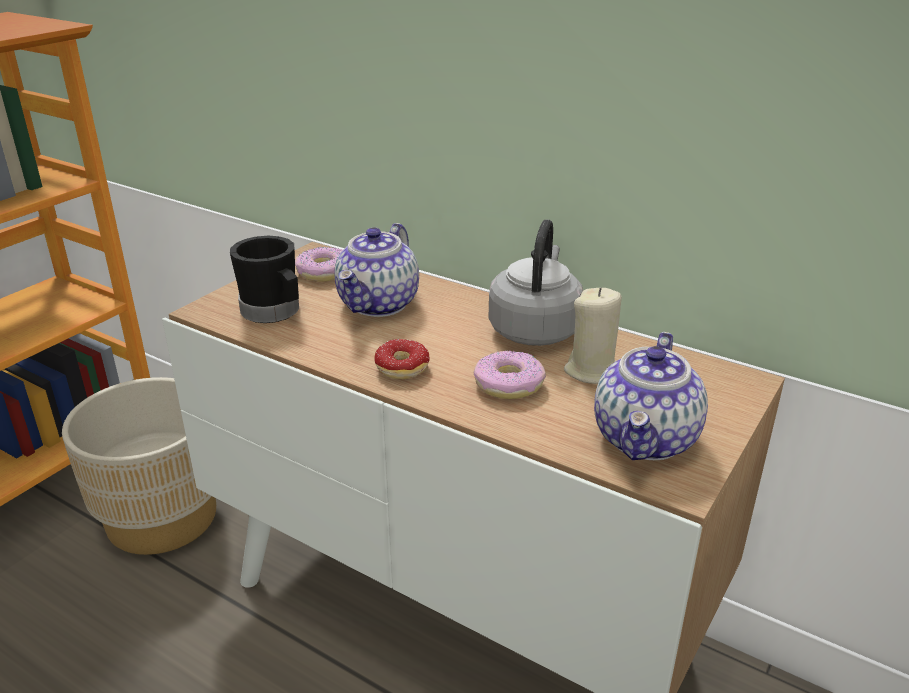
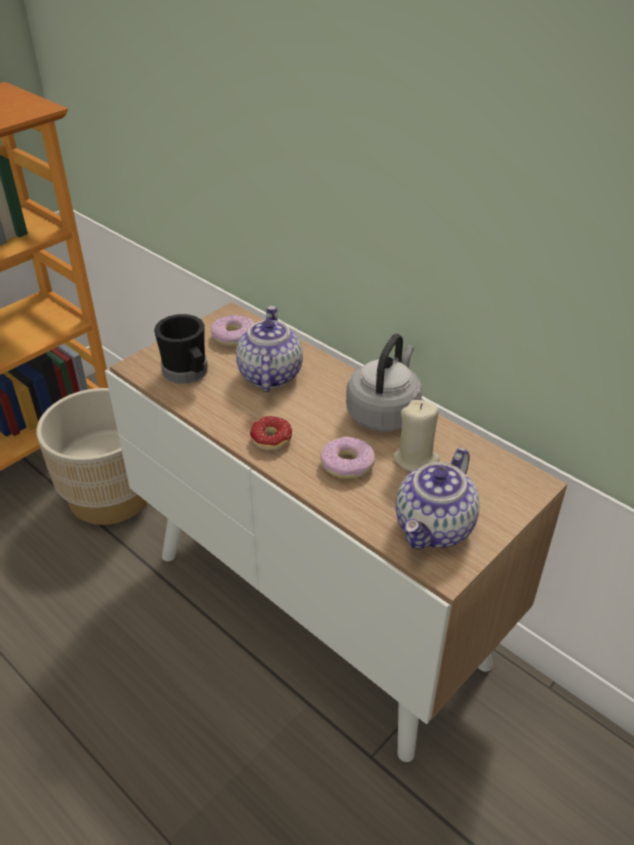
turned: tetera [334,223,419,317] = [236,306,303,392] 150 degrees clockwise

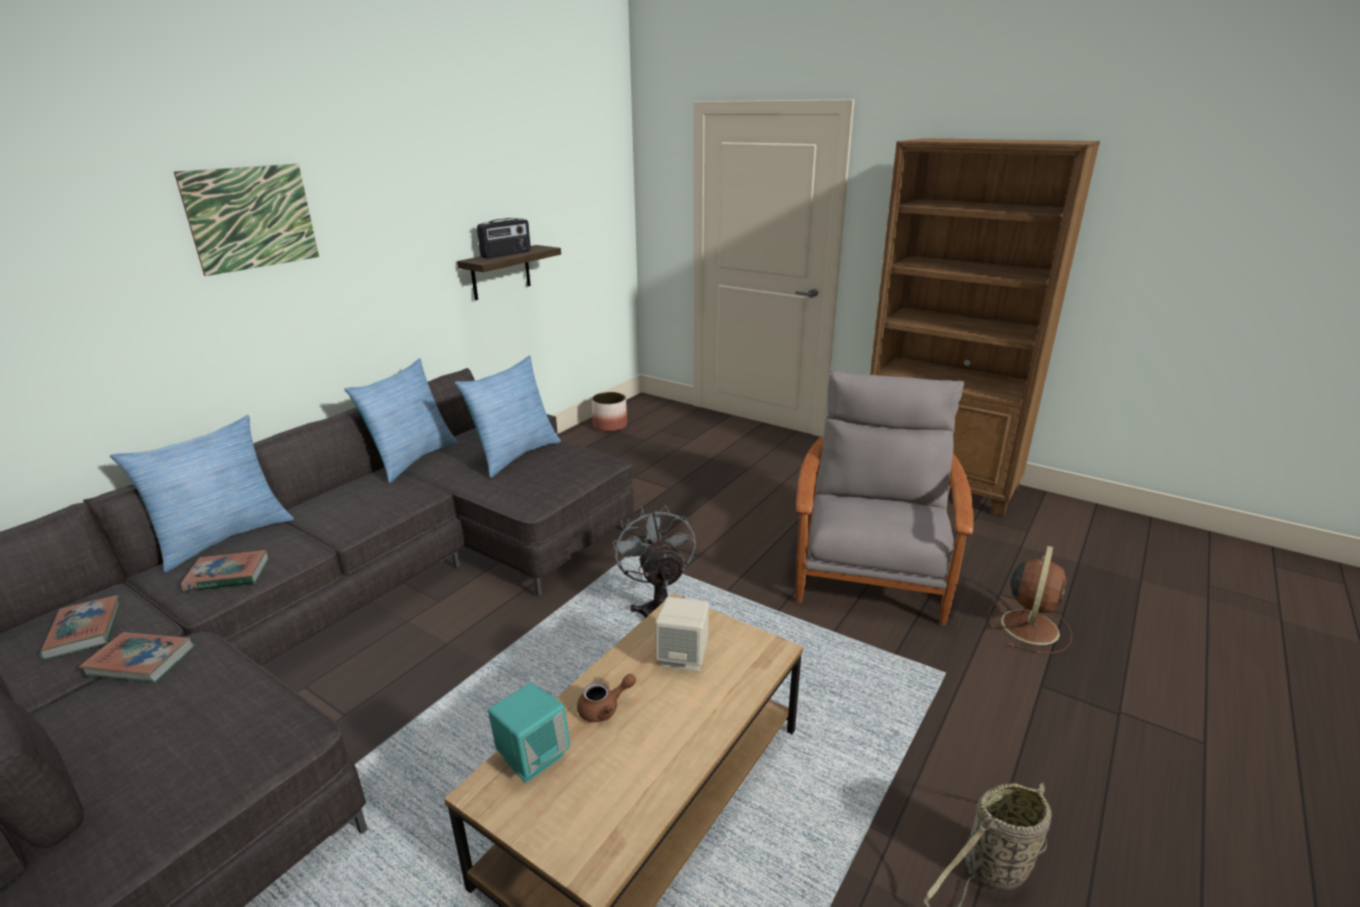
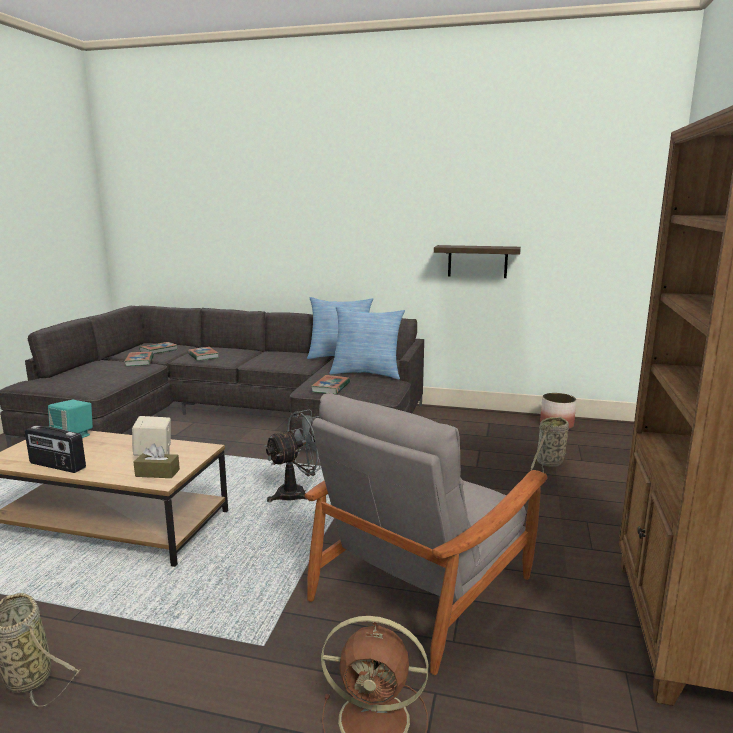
removed: cojín [110,415,294,573]; cuadro [174,164,319,276]; tetera (marrón) [577,674,636,722]
added: caja de pañuelos (marrón) [134,444,180,478]; libro [311,375,350,394]; cesta [530,416,569,473]
moved: radio [477,218,531,259] to [25,425,86,473]
turned: sillón (gris) [796,371,974,626] = [304,393,547,675] 135 degrees clockwise

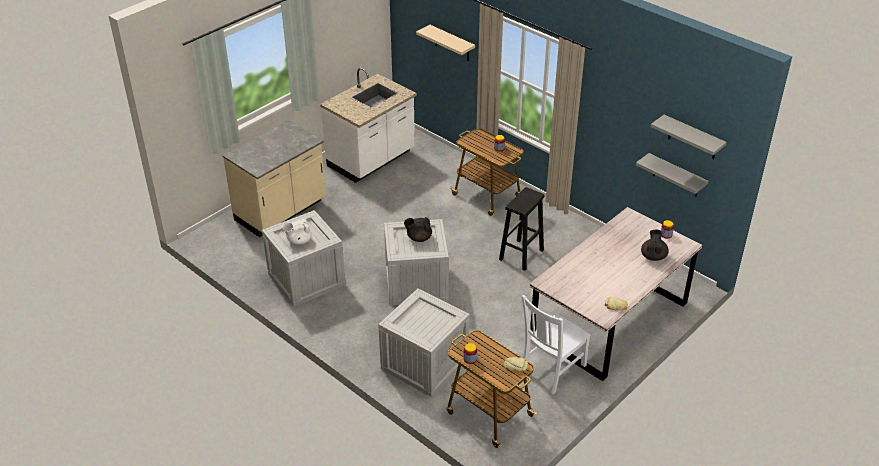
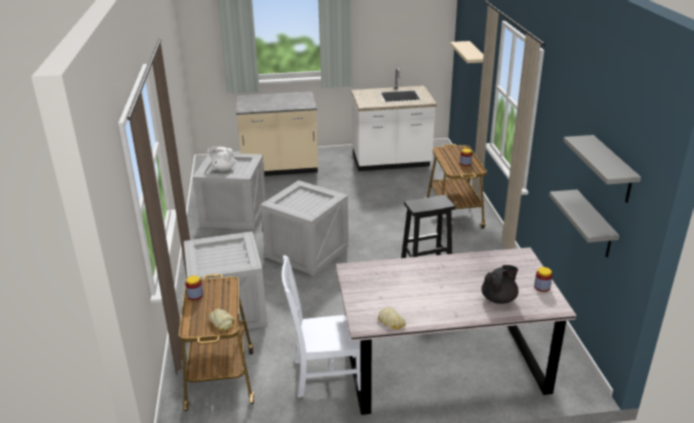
removed: tetera (negro) [404,217,432,242]

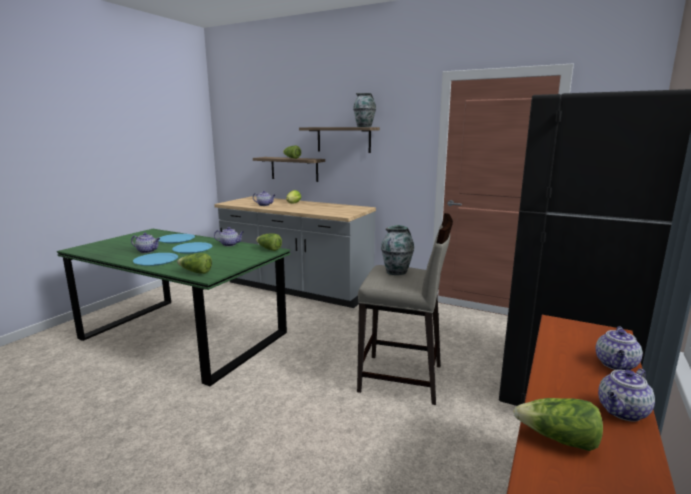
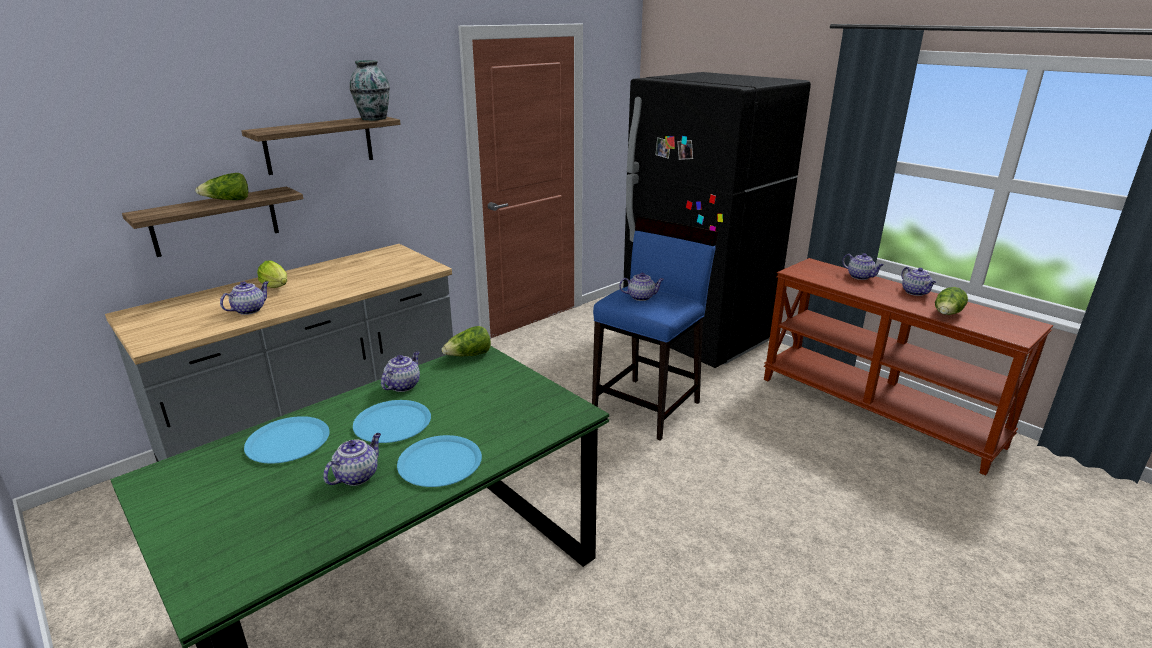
removed: lechuga [177,253,212,274]
replaced: florero [381,225,414,275] to tetera [619,273,664,301]
recoloured: taburete (beis) [357,213,453,405] to taburete (azul) [592,217,718,441]

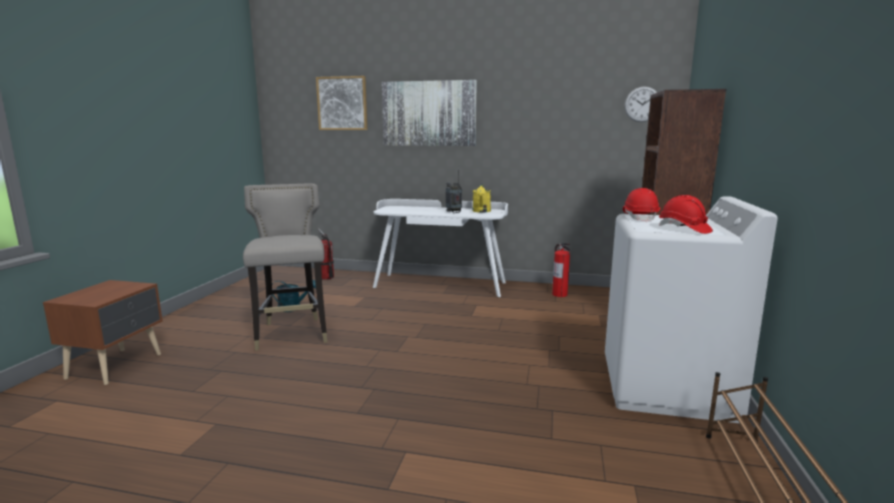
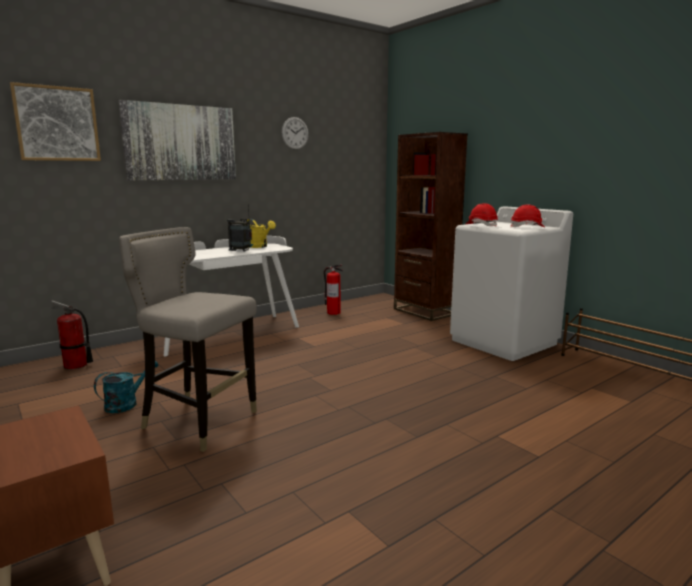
moved: reloj de pared [625,86,657,122] to [282,117,309,150]

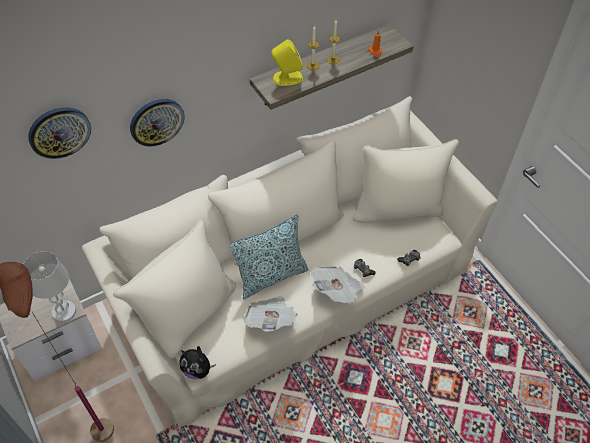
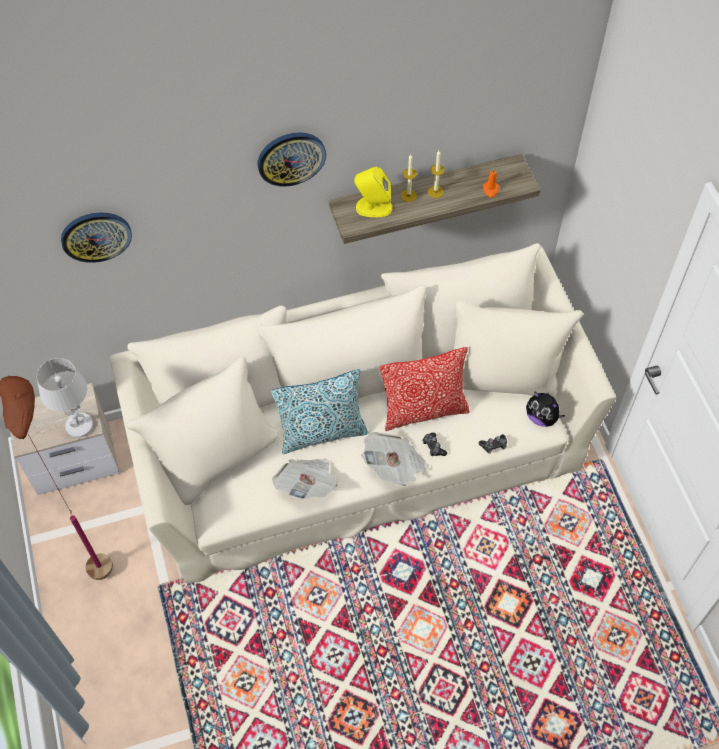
added: cojín [380,347,470,431]
moved: reloj de pared [130,99,185,147] to [257,133,326,187]; peluche [179,346,216,379] to [526,392,565,427]

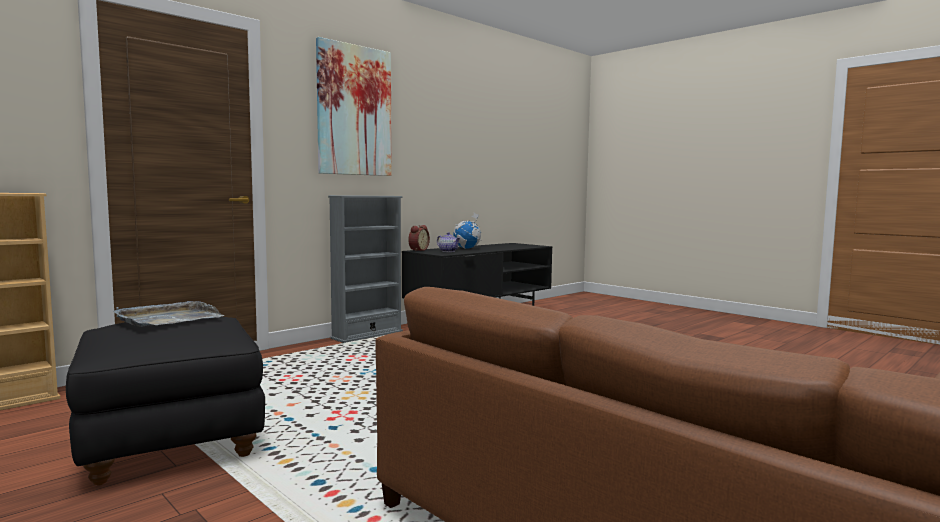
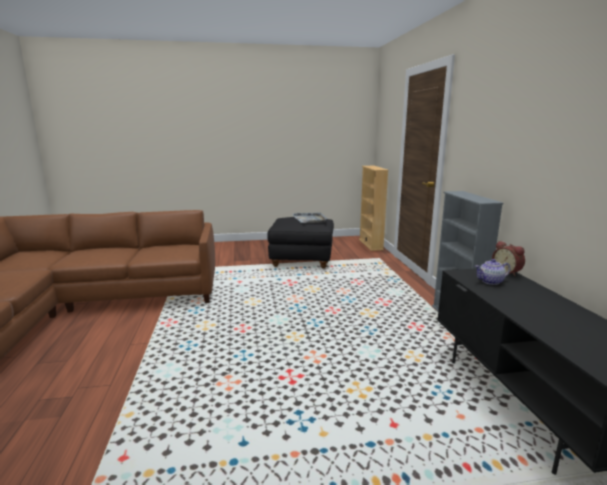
removed: cuadro [316,37,391,176]; globo terráqueo [453,212,482,249]

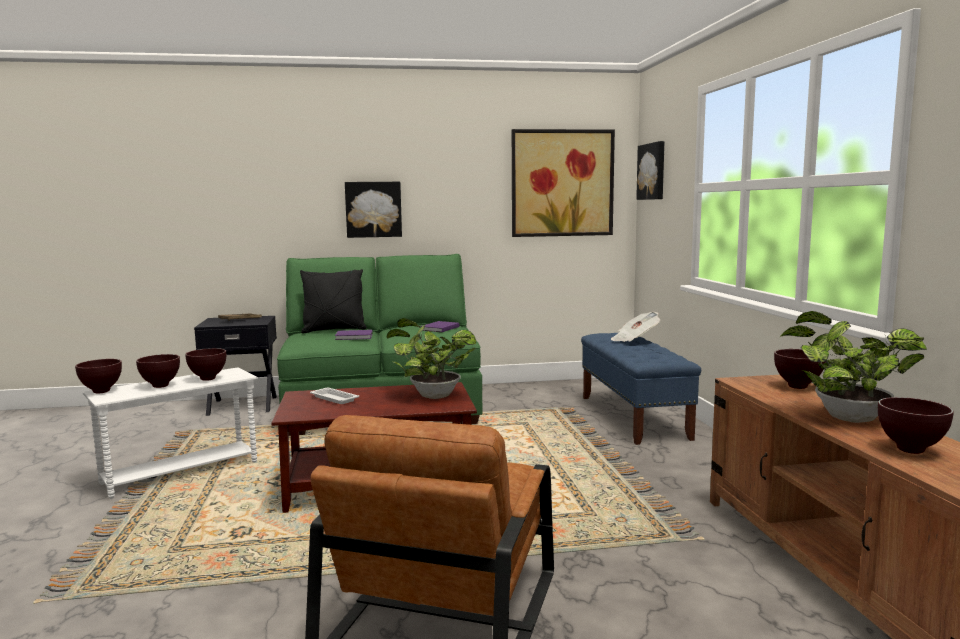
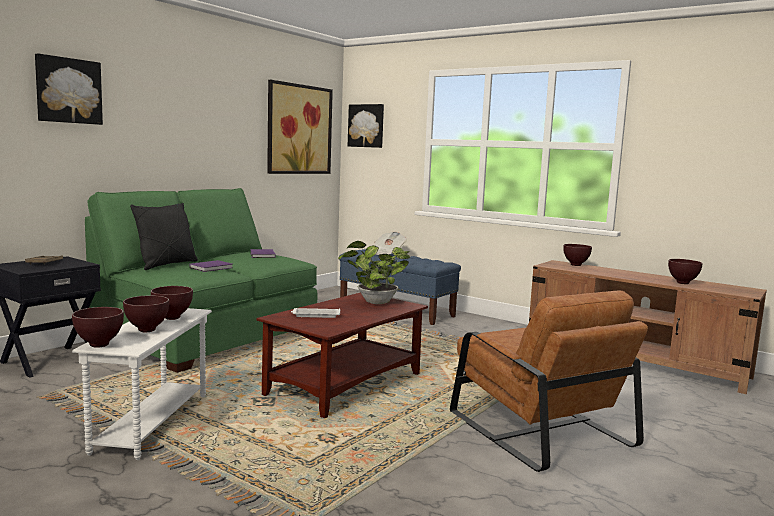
removed: planta en maceta [779,311,927,423]
moved: cuadro [345,182,402,238] to [35,53,103,125]

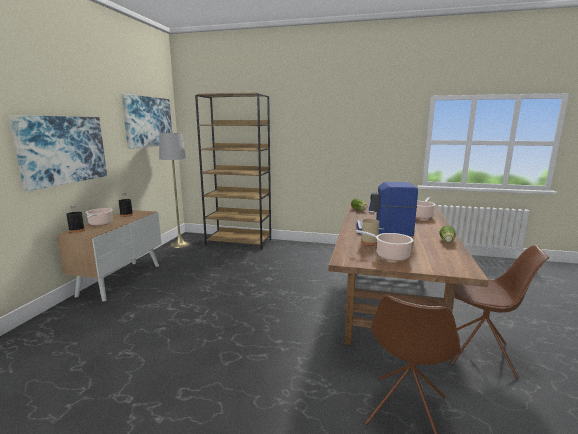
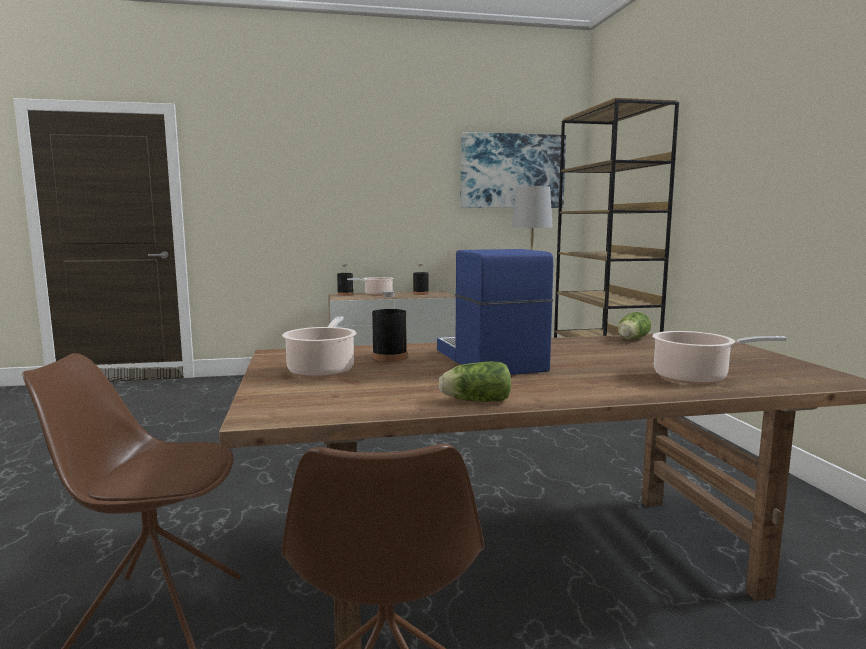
removed: cuadro [9,115,107,191]
recoloured: botella (beis) [361,211,379,246] to botella (negro) [372,291,407,362]

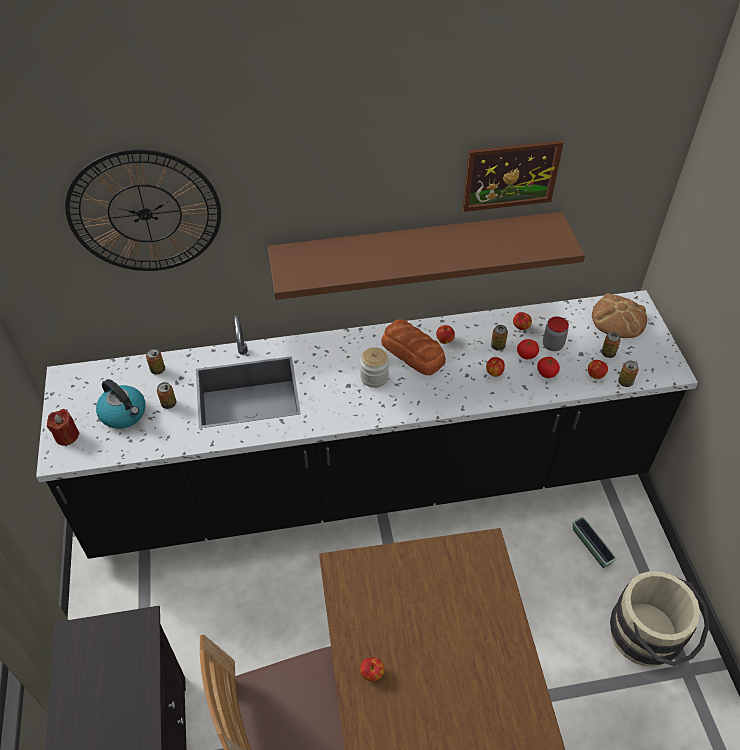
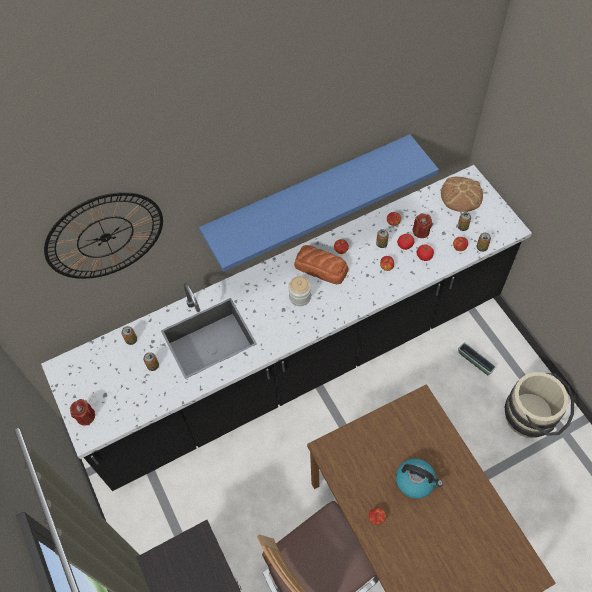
removed: cuadro [462,141,563,212]
moved: hervidor [96,379,146,429] to [396,459,443,499]
replaced: tarro [543,316,569,351] to vela (rojo) [412,213,433,238]
recoloured: estante (marrón) [268,212,585,300] to estante (azul) [199,134,439,272]

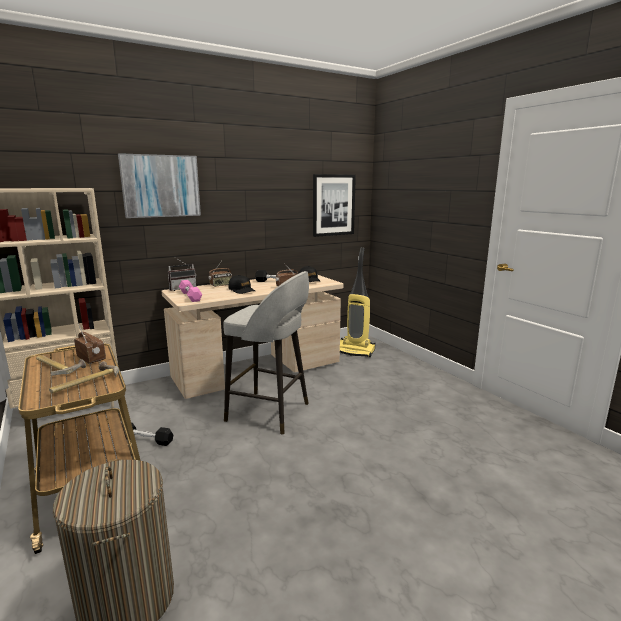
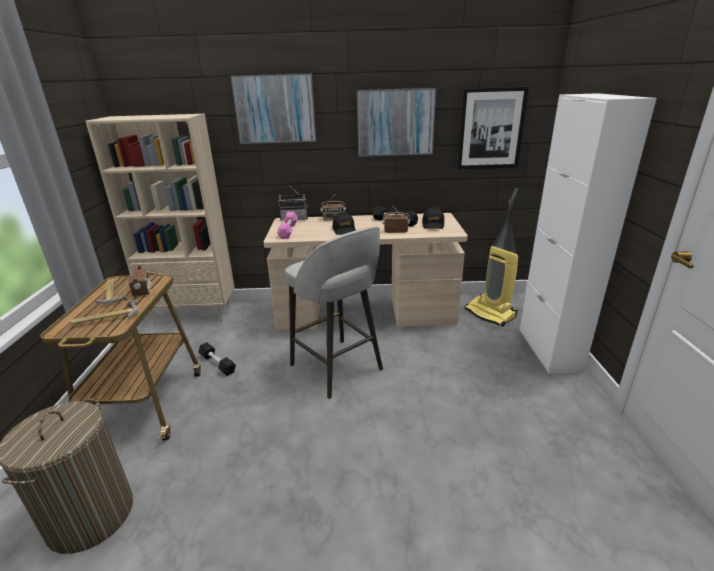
added: cuadro [357,88,436,157]; armario (blanco) [519,93,657,374]

